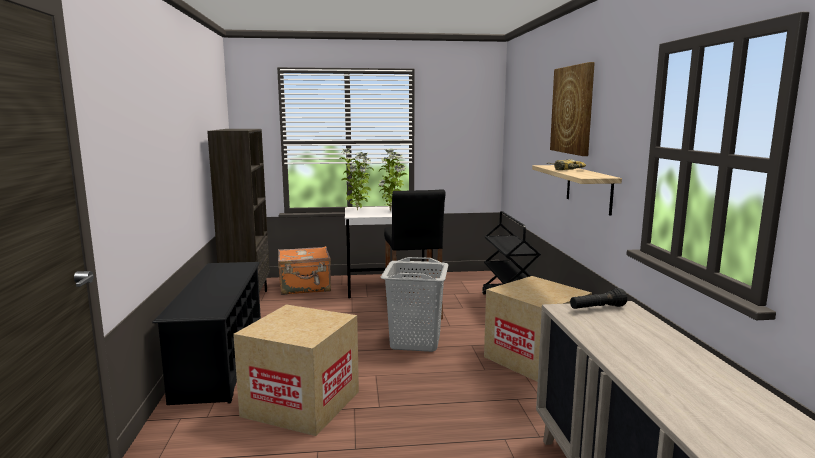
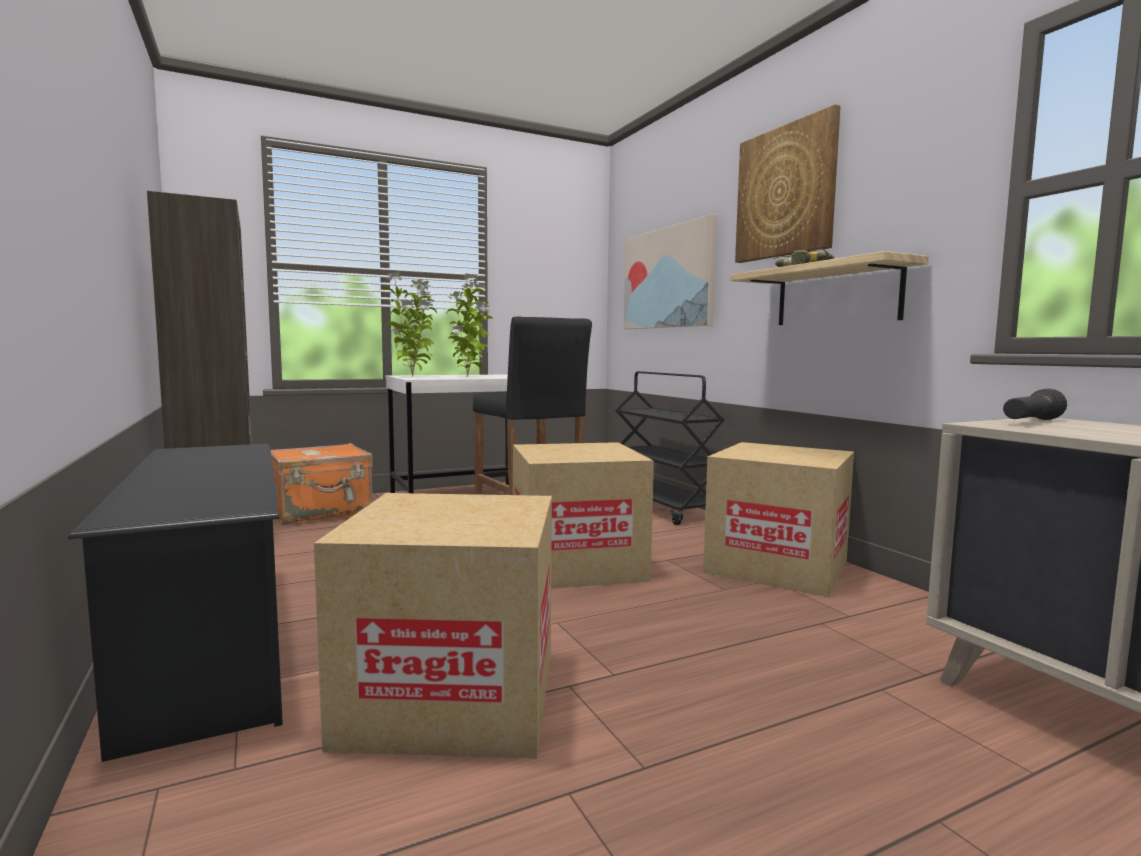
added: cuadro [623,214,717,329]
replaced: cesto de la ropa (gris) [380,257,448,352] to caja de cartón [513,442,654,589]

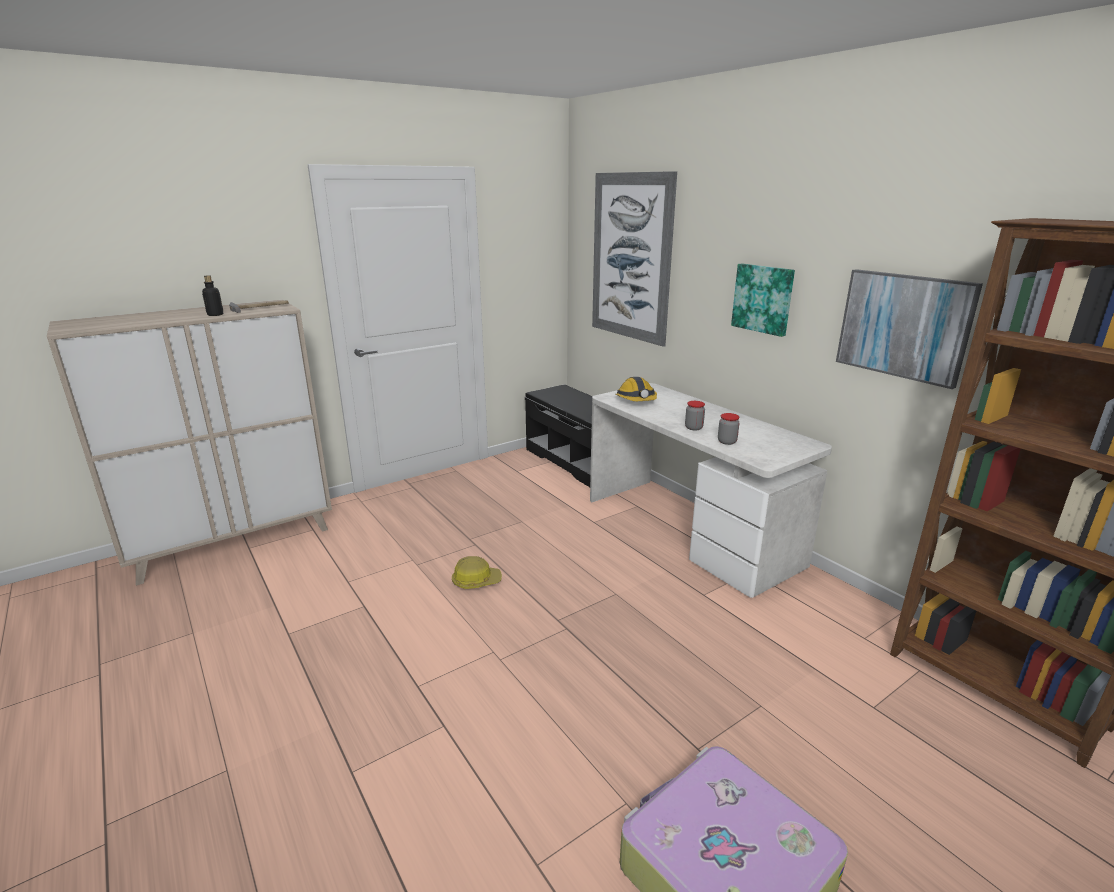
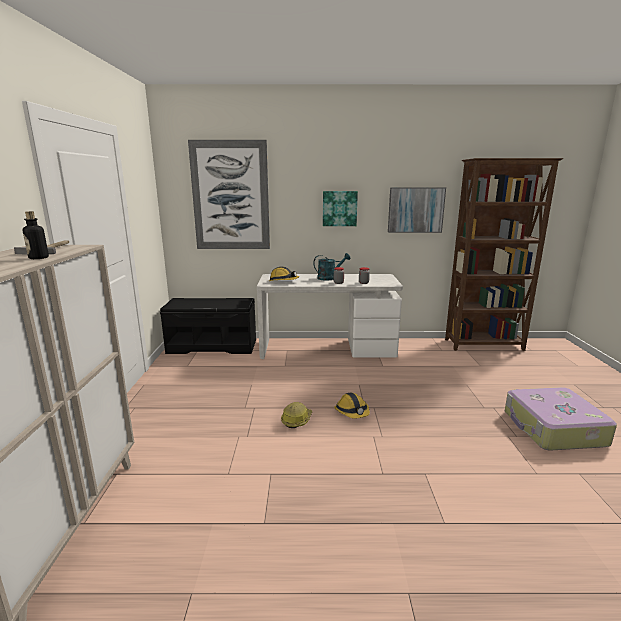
added: regadera (turquesa) [313,253,351,280]; casco [334,393,370,419]

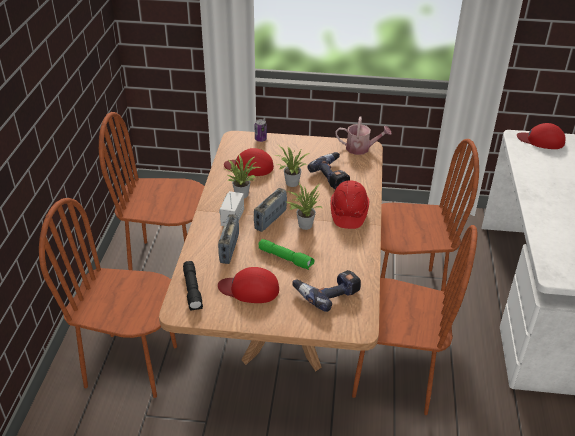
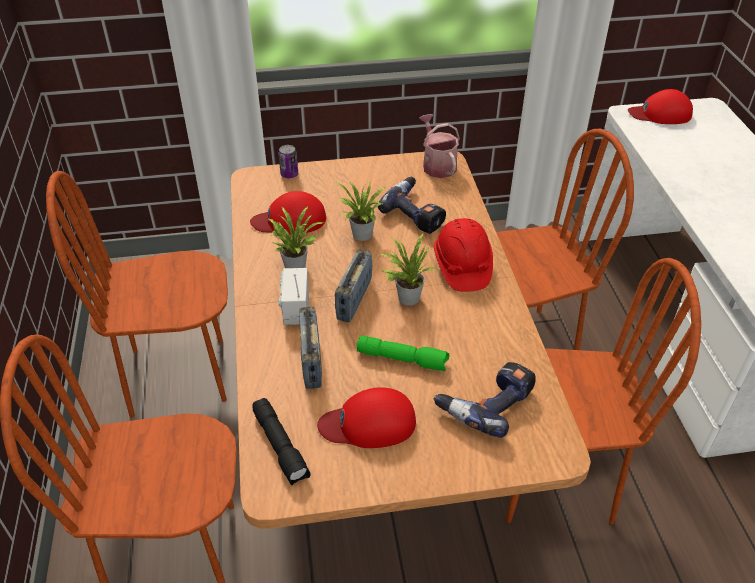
turned: regadera [336,117,392,155] = [419,114,460,178] 105 degrees counterclockwise

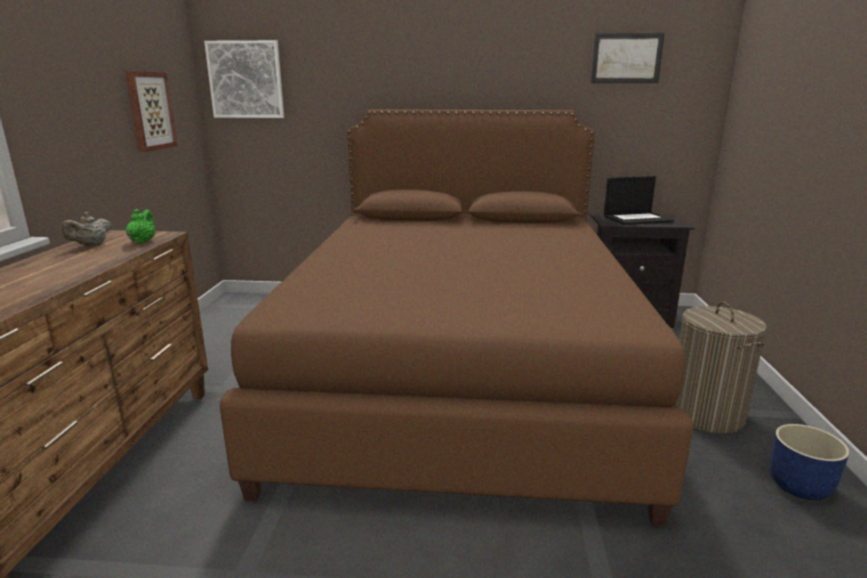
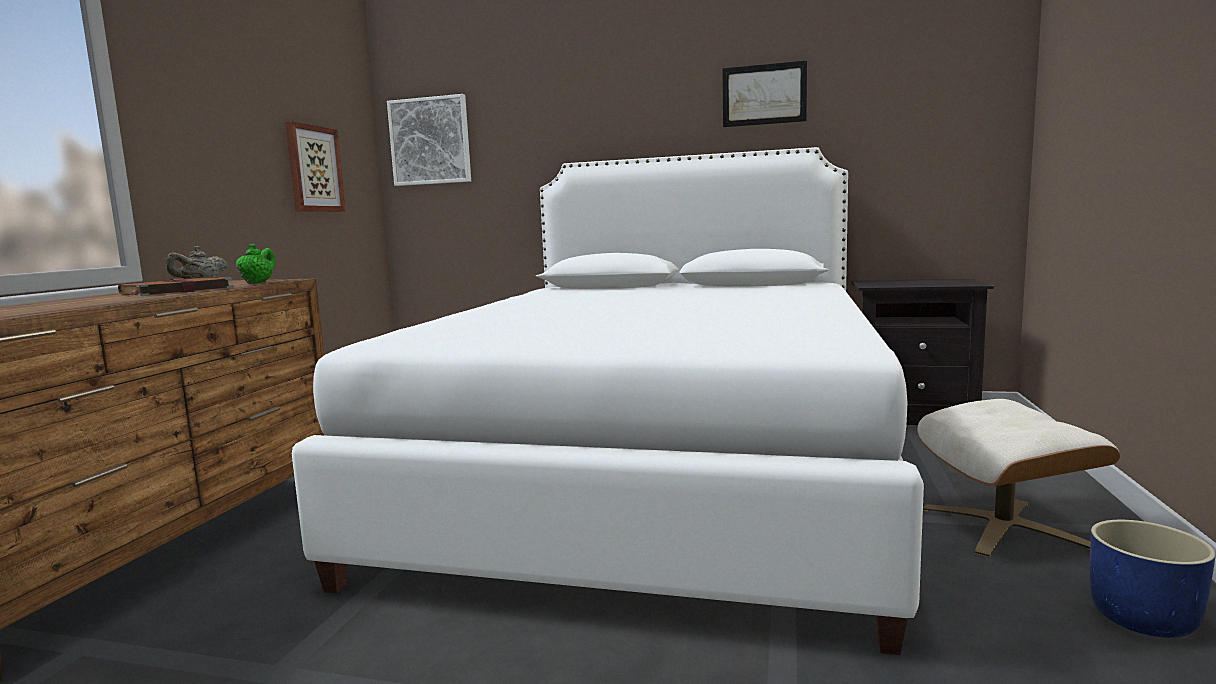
removed: portátil [604,176,674,225]
added: libro (marrón) [118,277,234,297]
moved: cuadro [591,33,665,83] to [722,60,807,127]
replaced: cesto de la ropa [675,302,767,434] to puf (beis) [917,399,1120,557]
recoloured: cama (marrón) [220,109,694,526] to cama (blanco) [292,147,924,655]

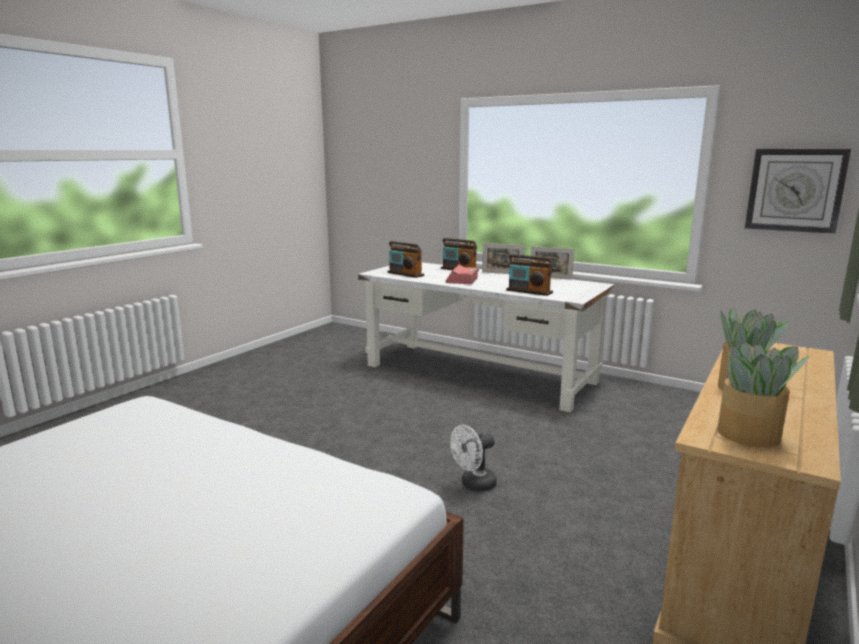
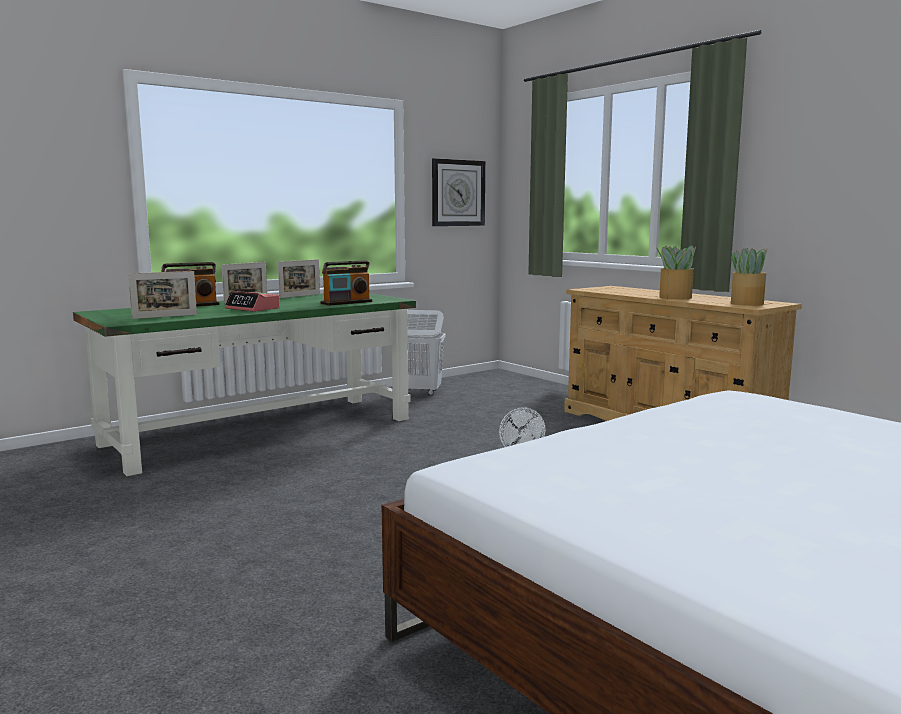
added: cesto de la ropa (blanco) [407,310,446,395]
replaced: radio [388,241,424,278] to portarretratos [128,271,197,319]
recoloured: escritorio (blanco) [358,262,615,412] to escritorio (verde) [73,293,416,476]

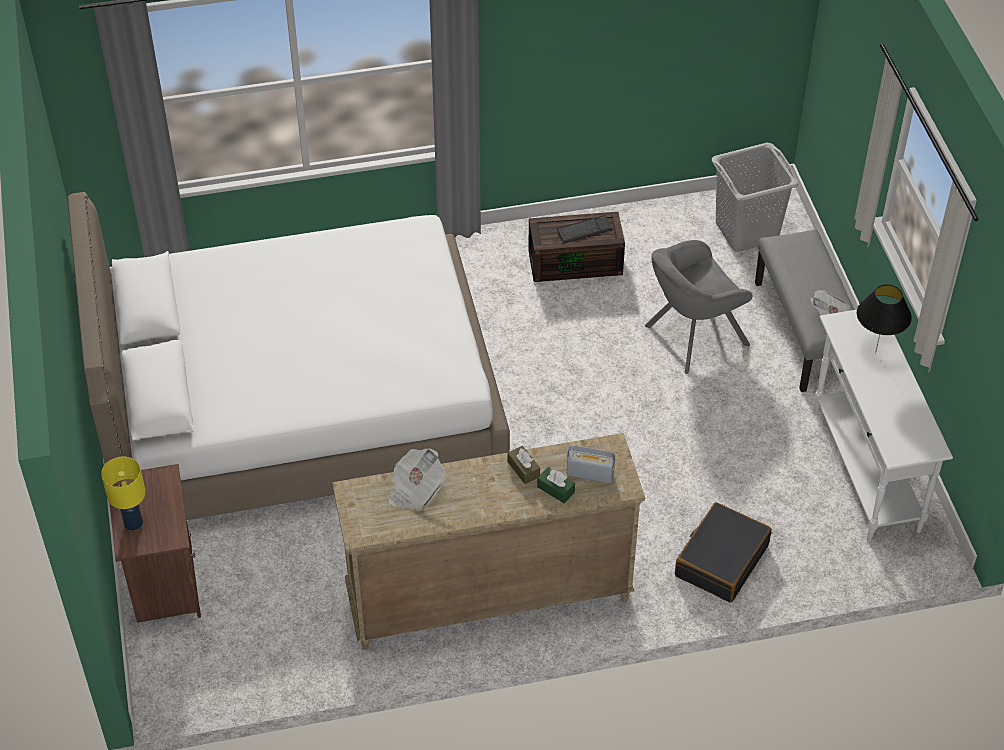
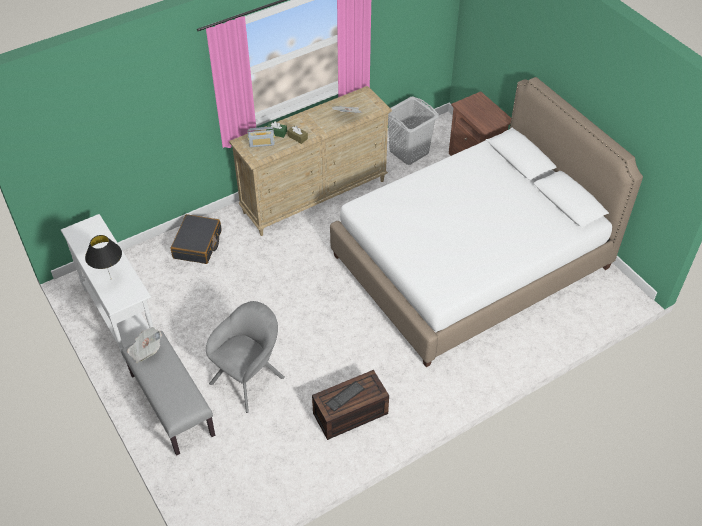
removed: lámpara de mesa (amarillo) [101,457,146,531]
moved: cesto de la ropa (gris) [712,143,799,252] to [388,97,439,165]

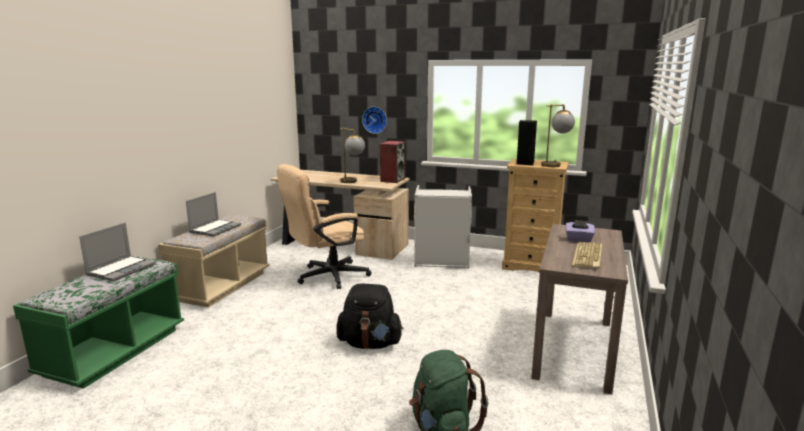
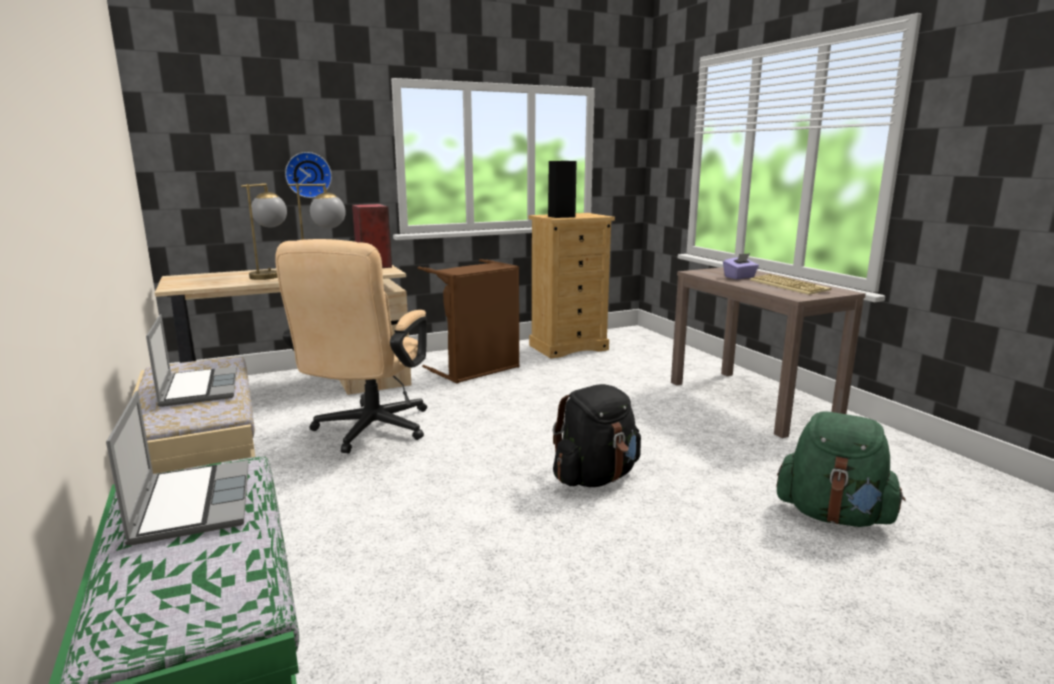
moved: lámpara de mesa [541,104,575,167] to [241,183,287,280]
recoloured: cesto de la ropa (gris) [414,185,472,269] to cesto de la ropa (marrón) [418,259,520,384]

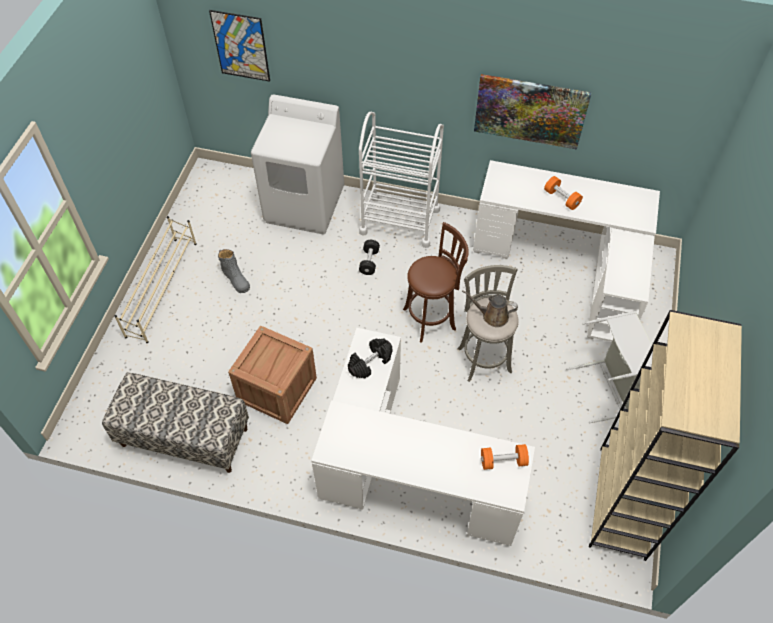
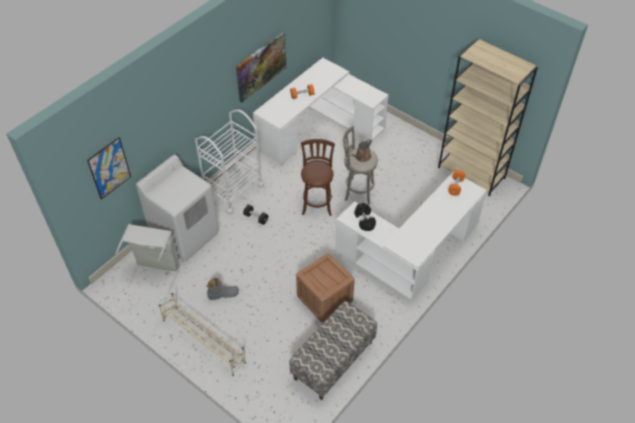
moved: cesto de la ropa (gris) [566,311,653,423] to [115,224,180,295]

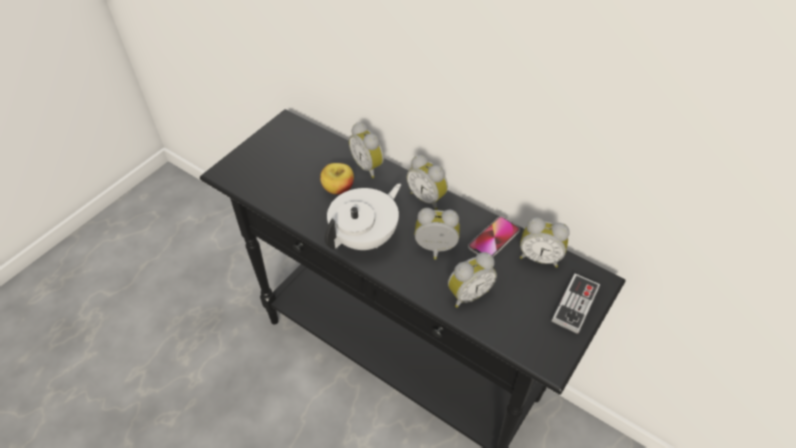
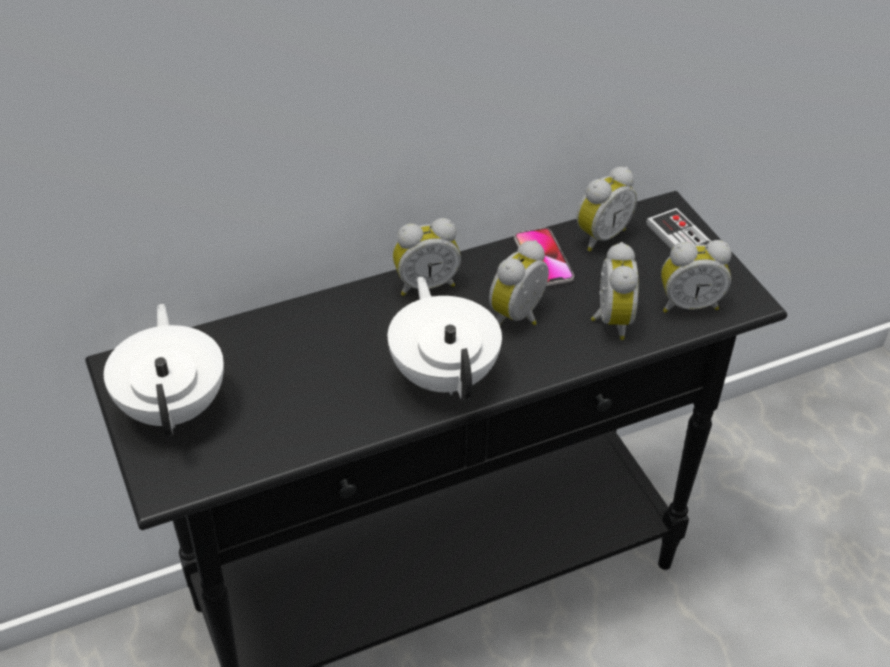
removed: manzana [320,163,354,195]
added: tetera (blanco) [104,304,224,437]
moved: despertador [349,122,384,178] to [661,240,732,313]

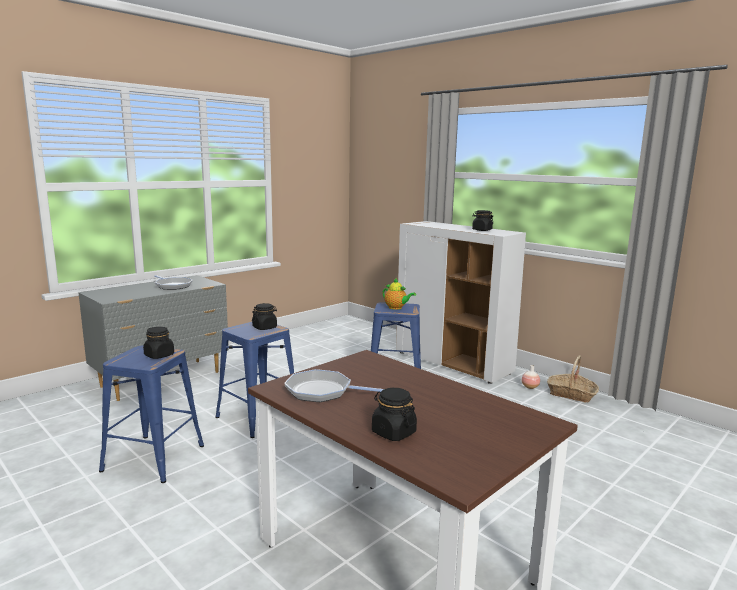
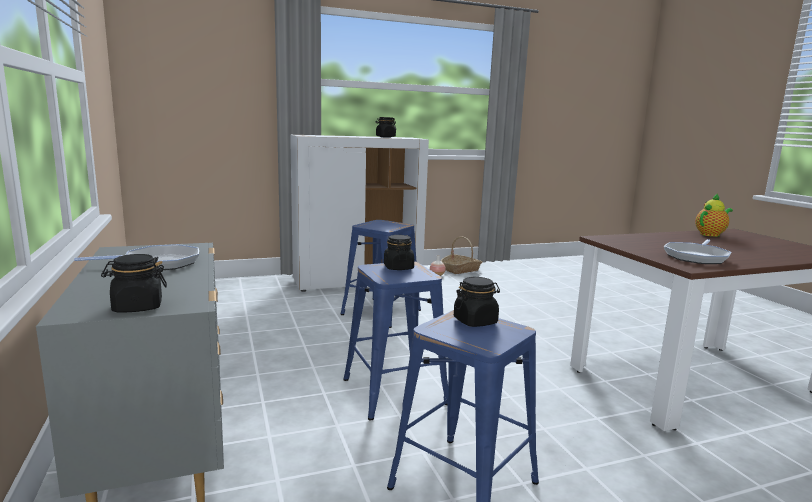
moved: tarro (negro) [372,388,417,441] to [101,254,167,313]; tetera [382,278,416,310] to [695,193,733,237]

